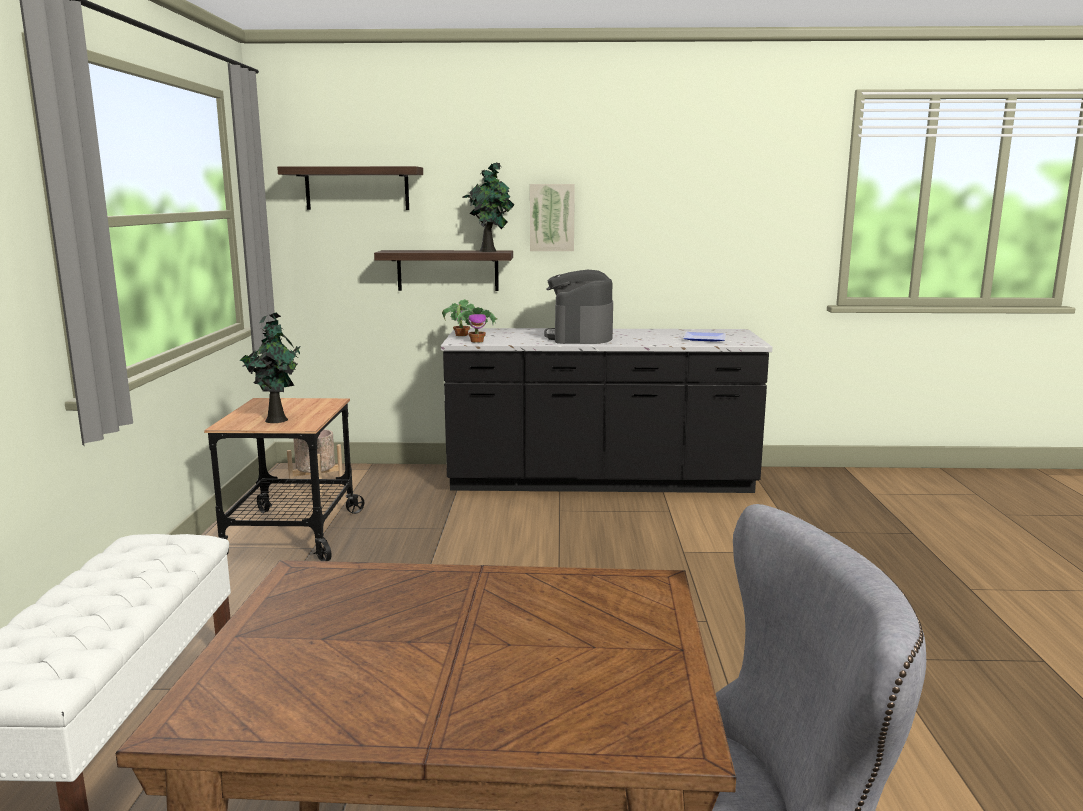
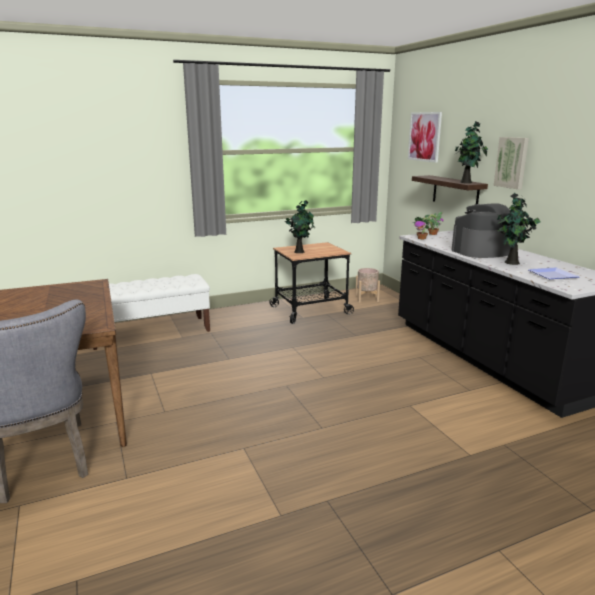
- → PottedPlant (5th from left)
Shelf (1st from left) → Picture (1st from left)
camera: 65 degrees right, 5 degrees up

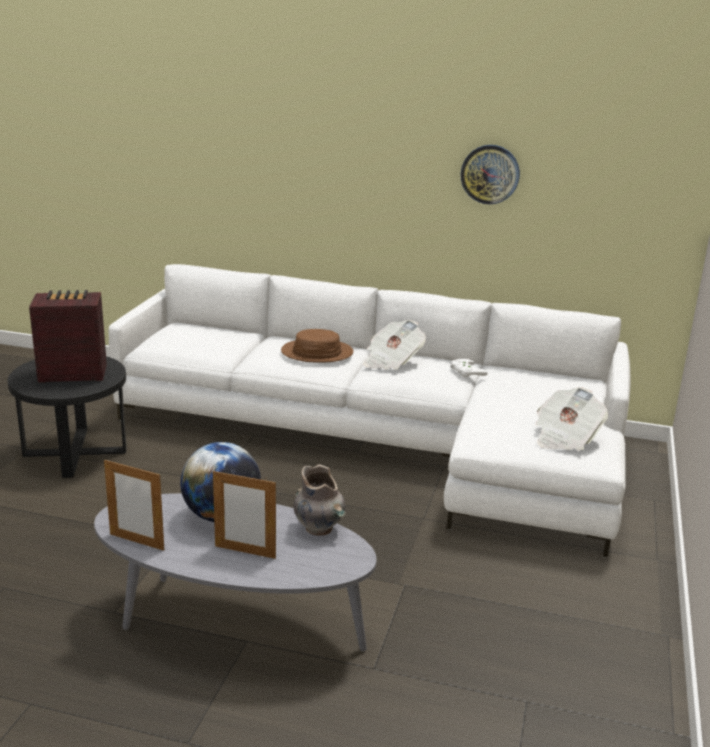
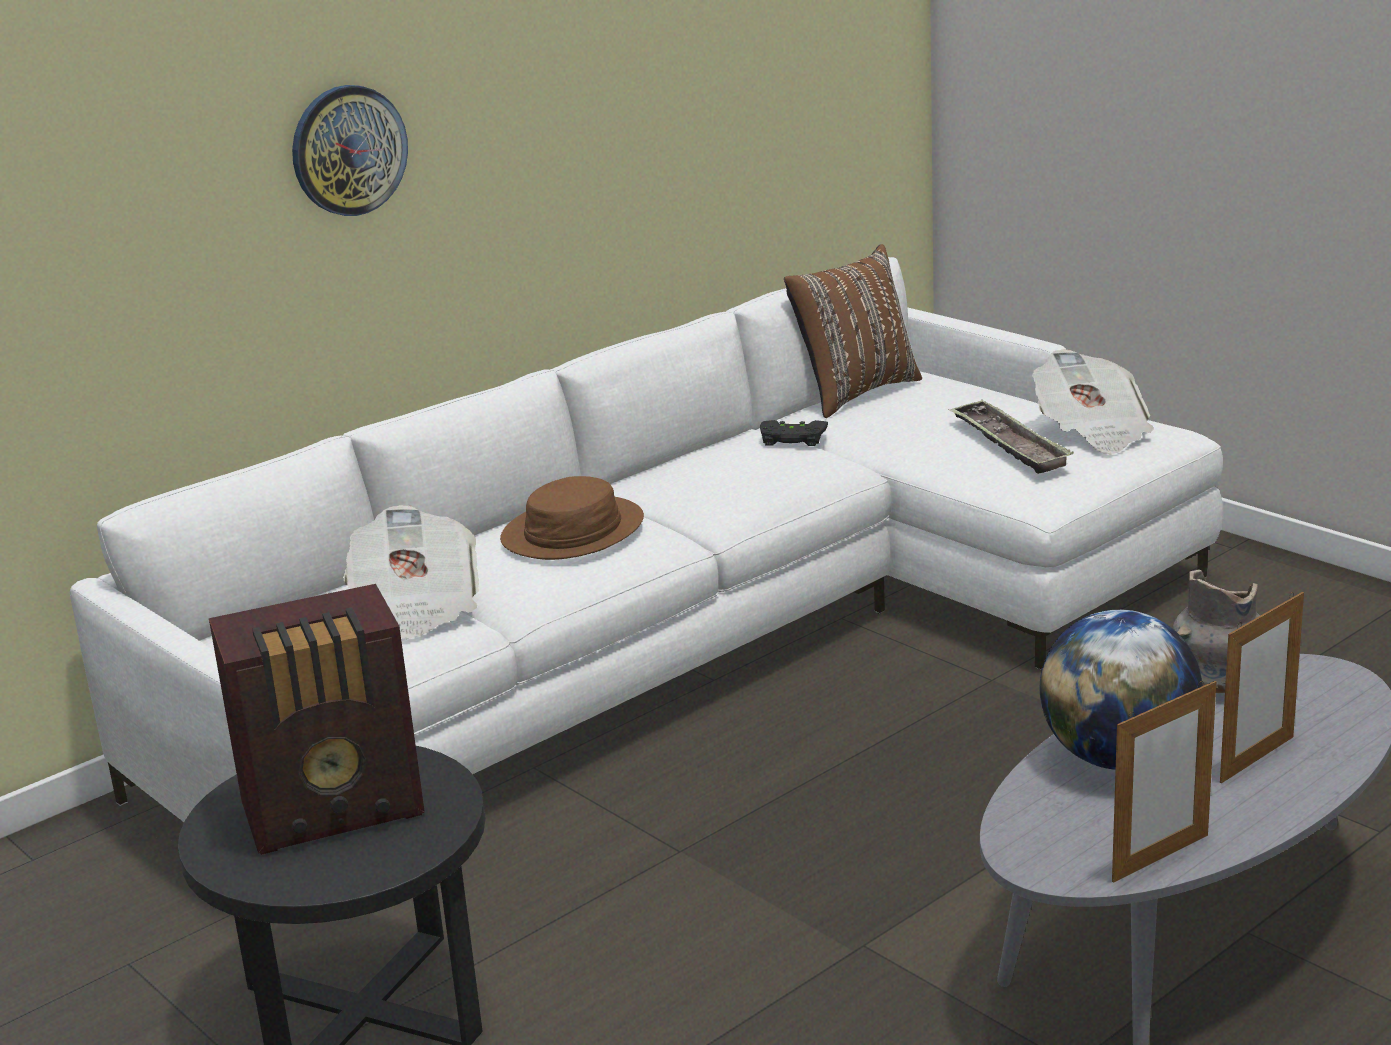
- → BrownPillow
- → Tray
Newspaper (1st from left), moved
WallClock, moved
WhiteGameController → BlackGameController
Radio, 135 degrees counterclockwise
camera: 55 degrees left, 0 degrees up

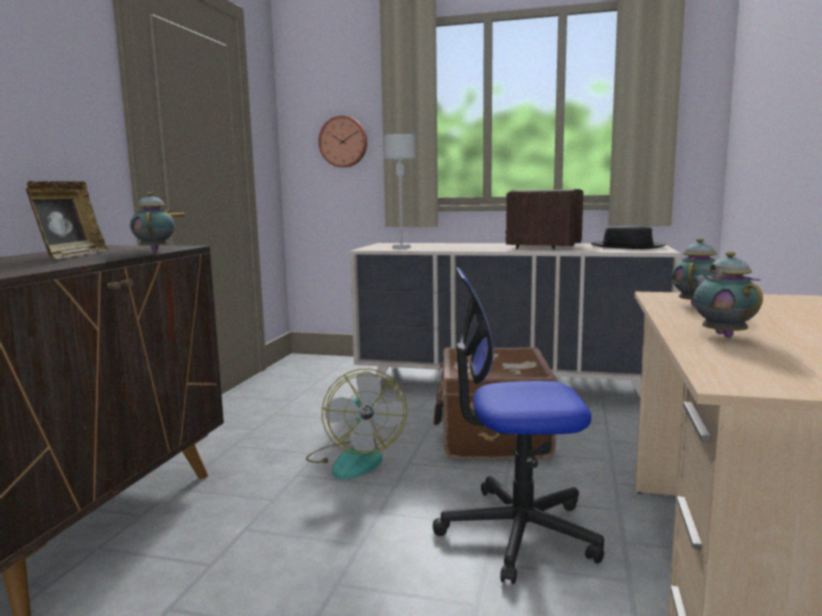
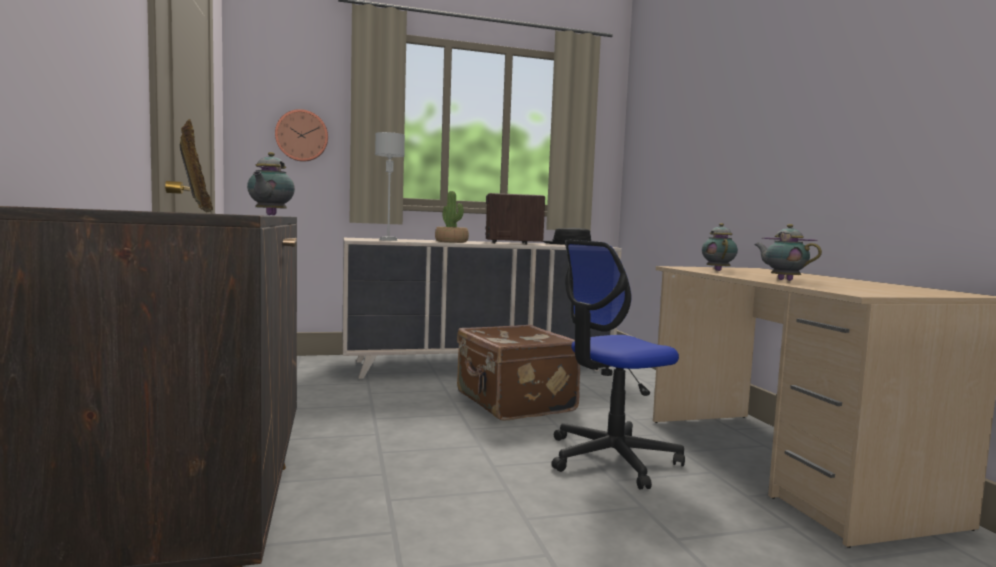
Fan → -
- → PottedPlant
Teapot (1st from left), 135 degrees counterclockwise
camera: 30 degrees left, 5 degrees down

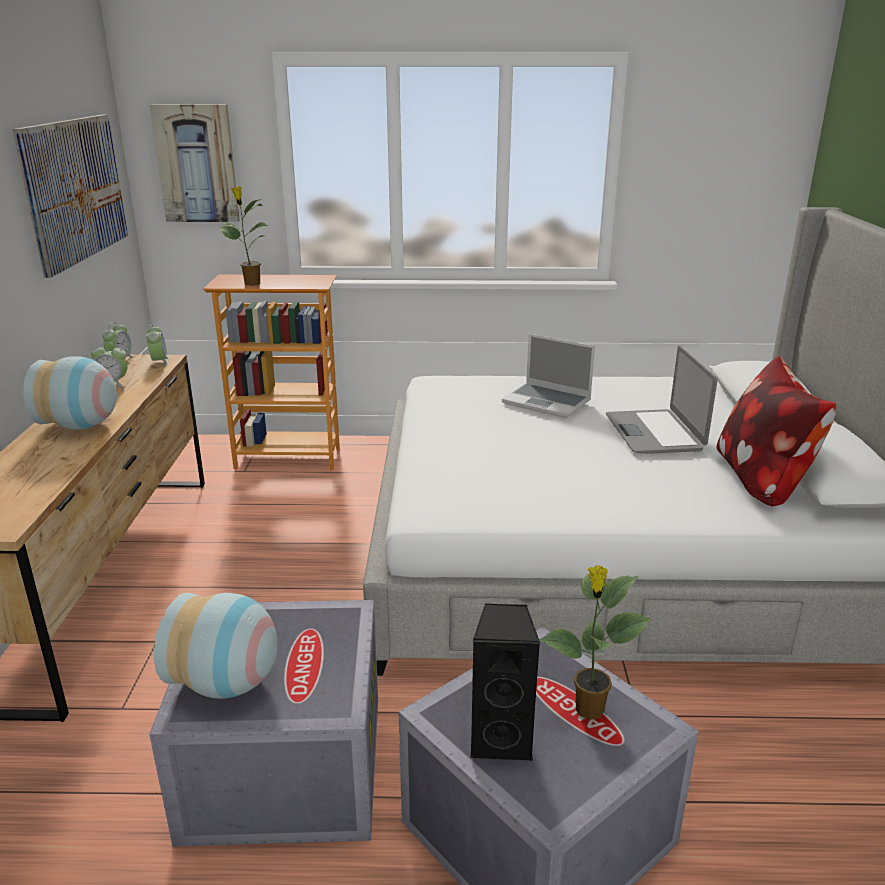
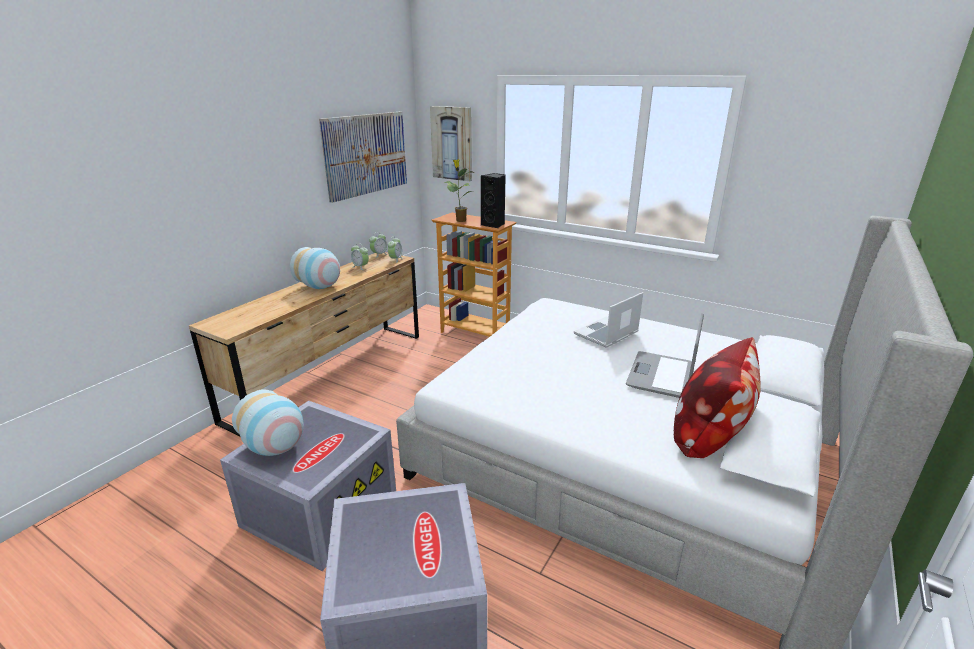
PottedPlant (2nd from left) → -
BlackSpeaker, moved
Laptop (1st from left), 75 degrees clockwise
camera: 30 degrees right, 0 degrees up

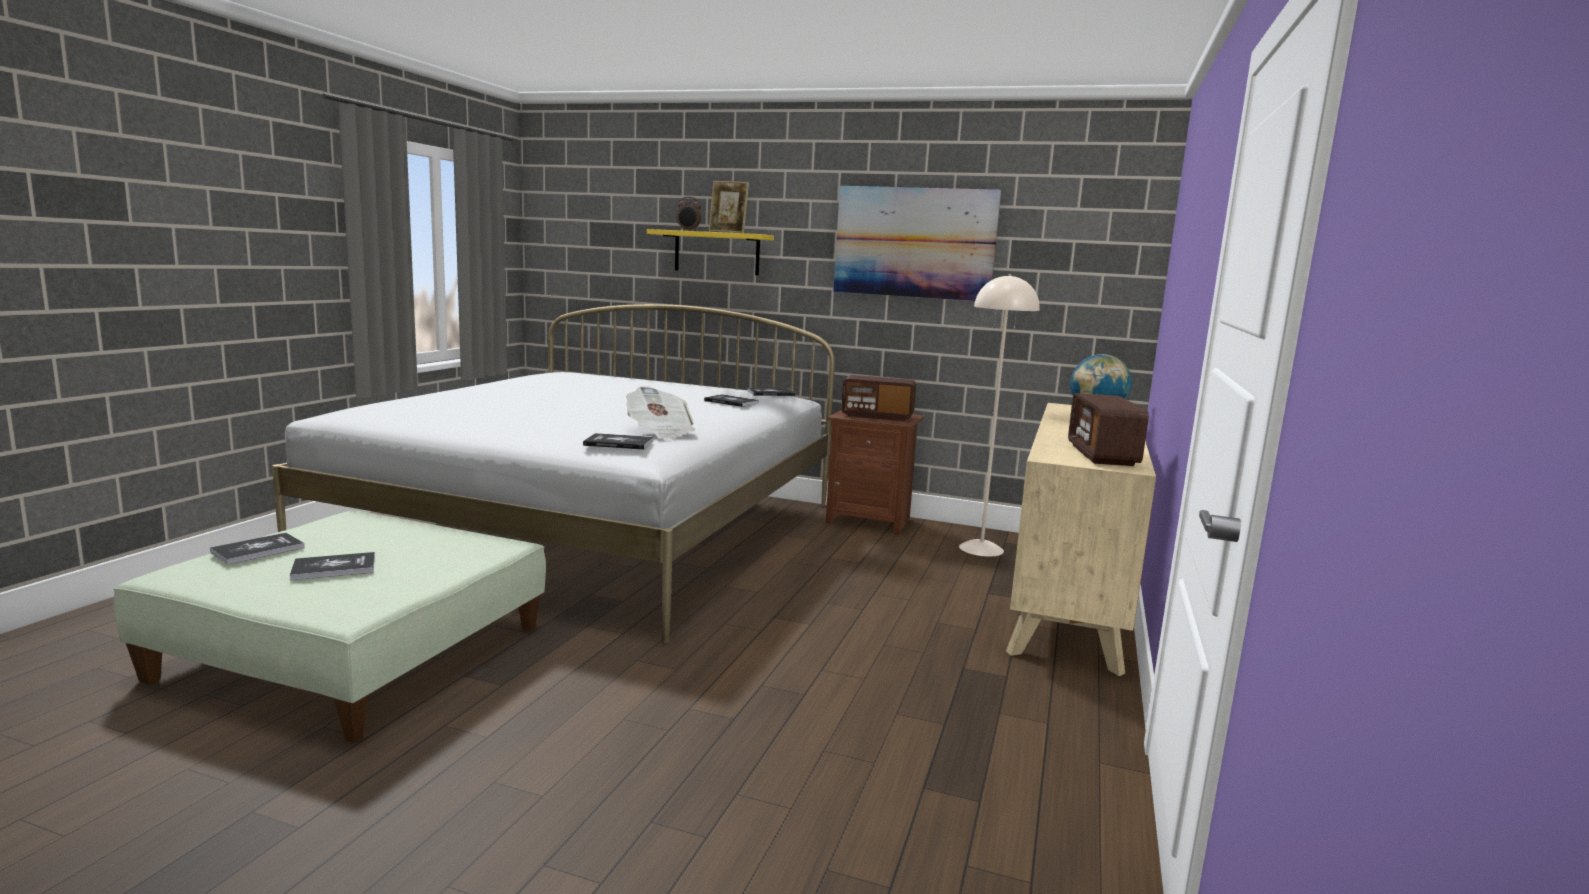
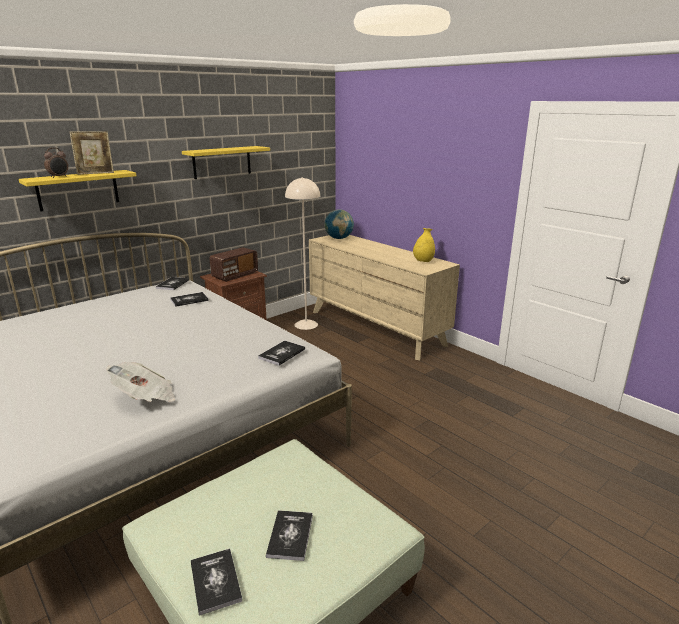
Newspaper, moved
Picture → YellowShelf (2nd from left)
Radio (2nd from left) → YellowVase
camera: 60 degrees left, 10 degrees up

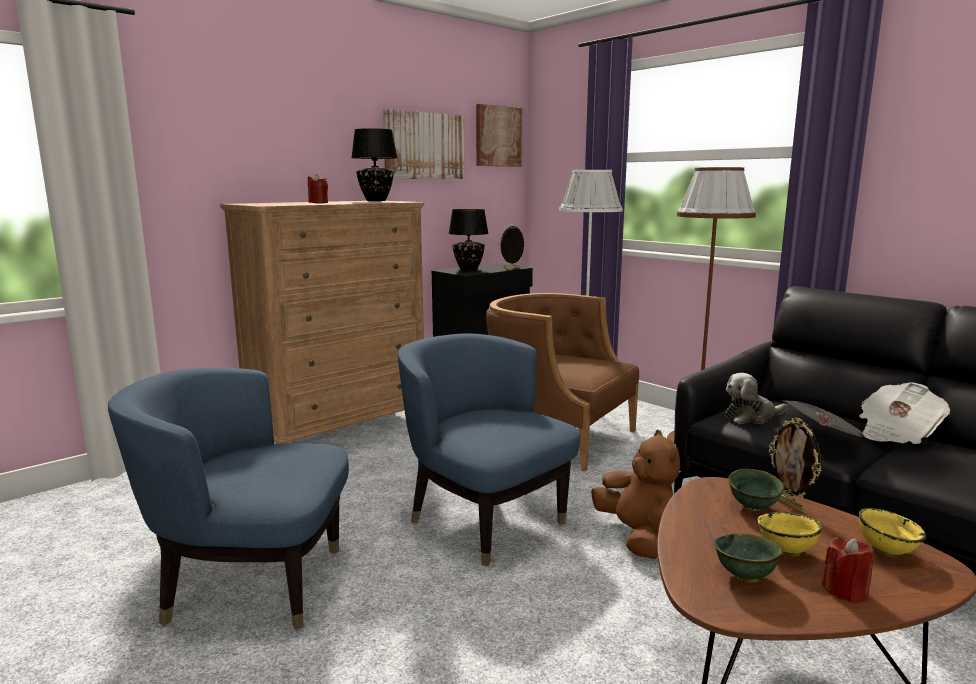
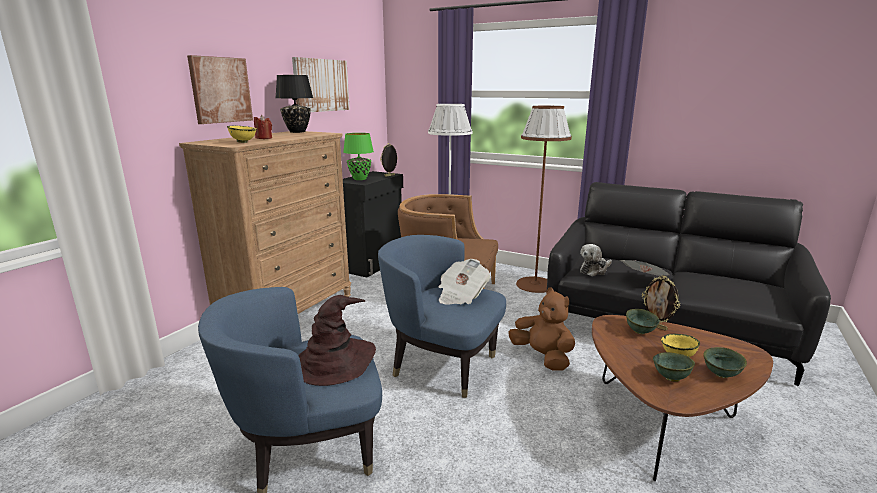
- → BrownHat
Picture (2nd from left in the first image) → Picture (1st from left), moved
Newspaper (2nd from left in the first image) → Newspaper (1st from left), moved
YellowBowl (2nd from left in the first image) → YellowBowl (1st from left), moved
RedCandle (2nd from left) → GreenBowl (3rd from left)
BlackTableLamp (2nd from left) → GreenTableLamp
camera: 20 degrees left, 5 degrees up

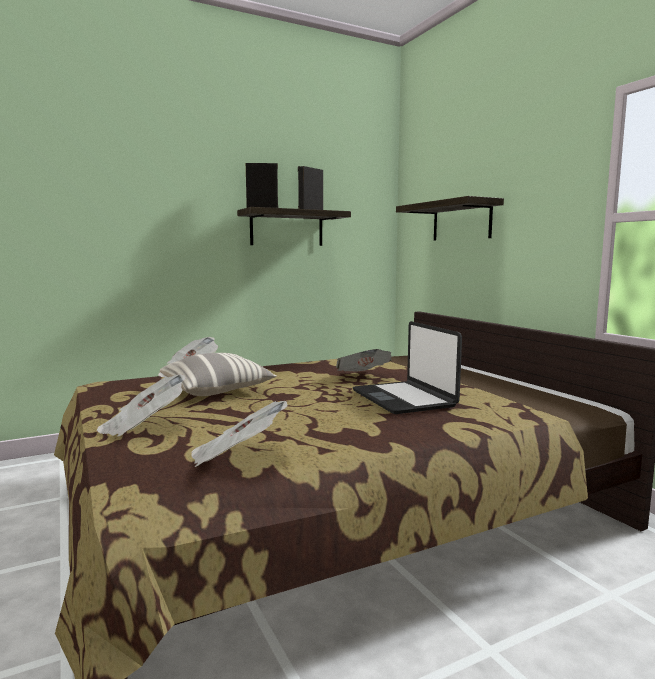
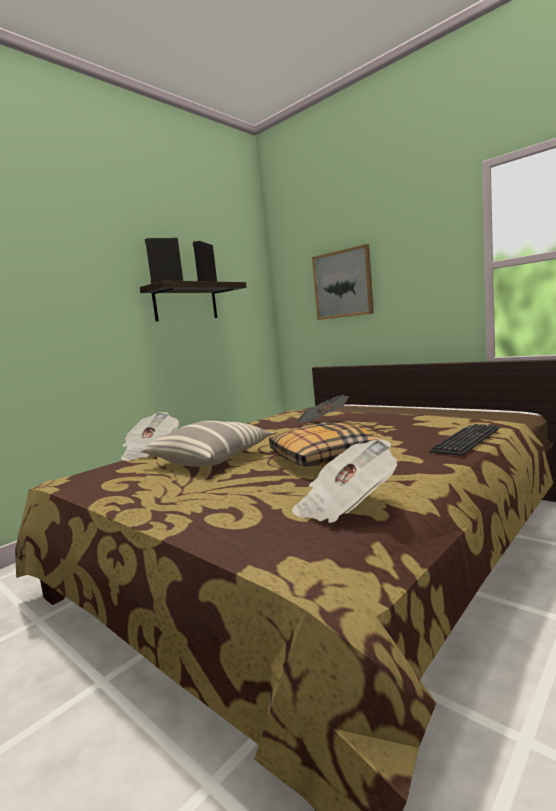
Newspaper (1st from left) → -
Laptop → -
- → Pillow (2nd from left)
- → Keyboard
Shelf (2nd from left) → Picture
camera: 20 degrees left, 0 degrees up

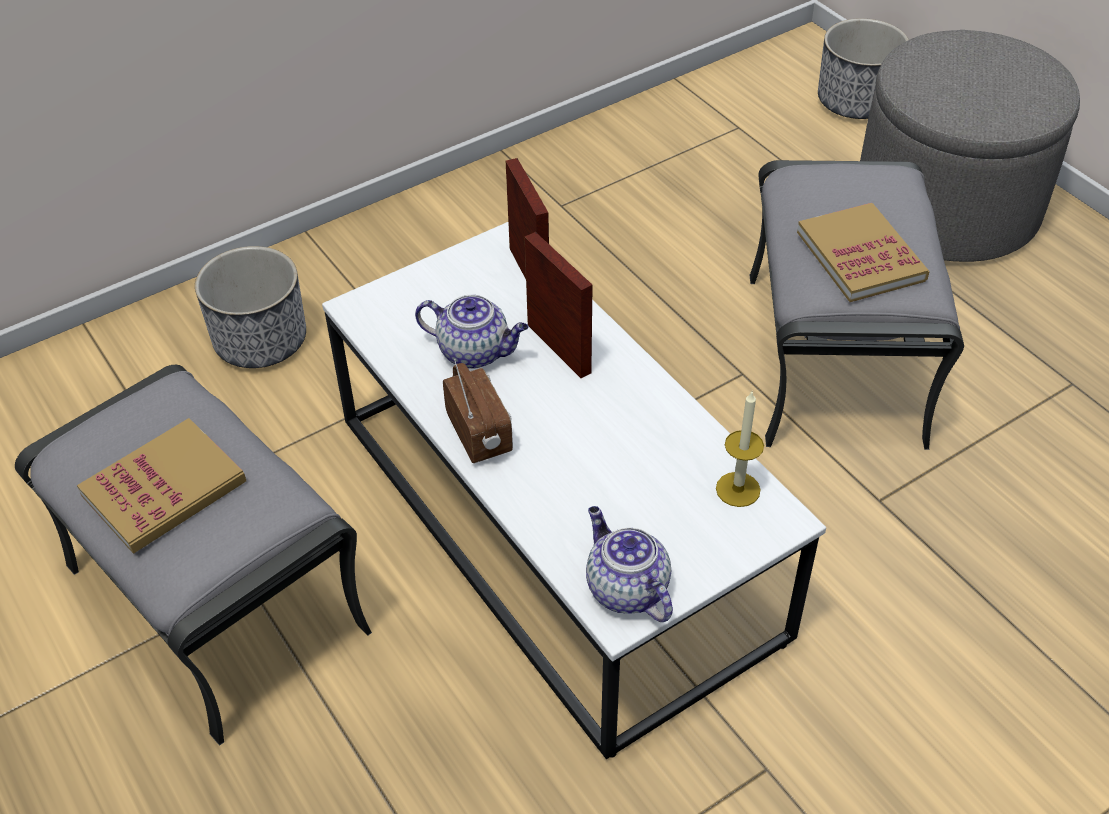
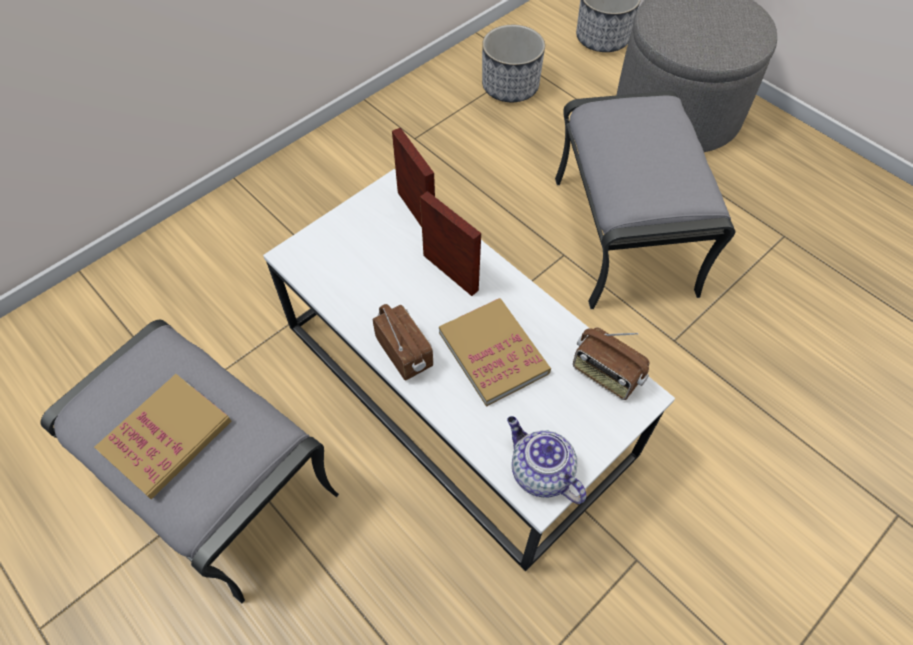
Teapot (1st from left) → -
Planter (1st from left), moved
Book (2nd from left), moved
Candle → Radio (2nd from left)
camera: 10 degrees left, 10 degrees up

